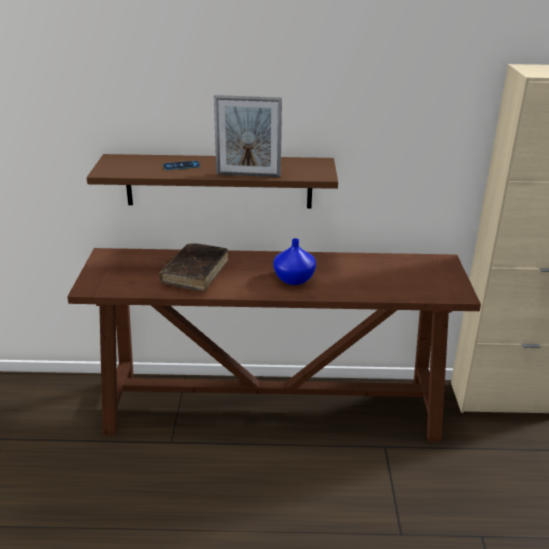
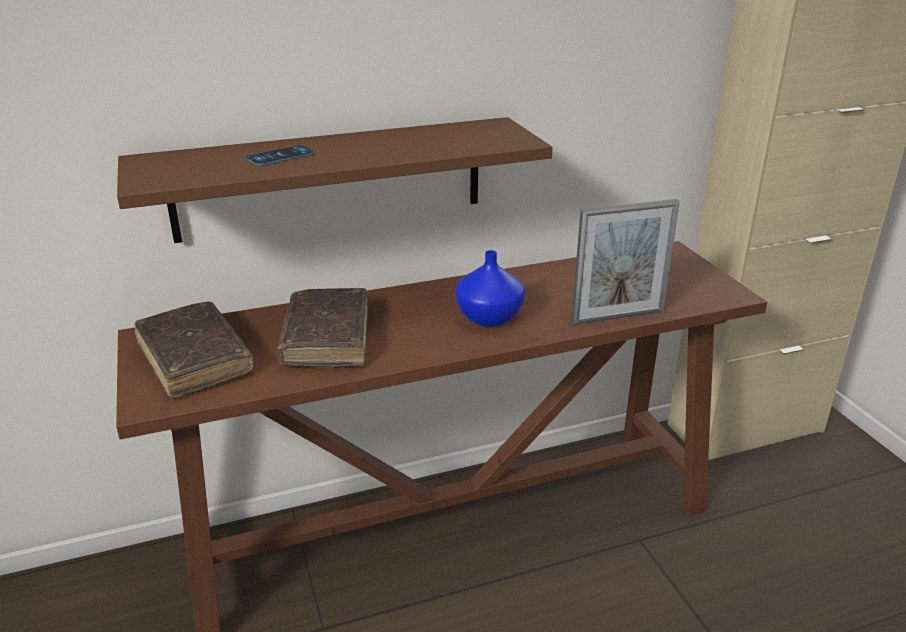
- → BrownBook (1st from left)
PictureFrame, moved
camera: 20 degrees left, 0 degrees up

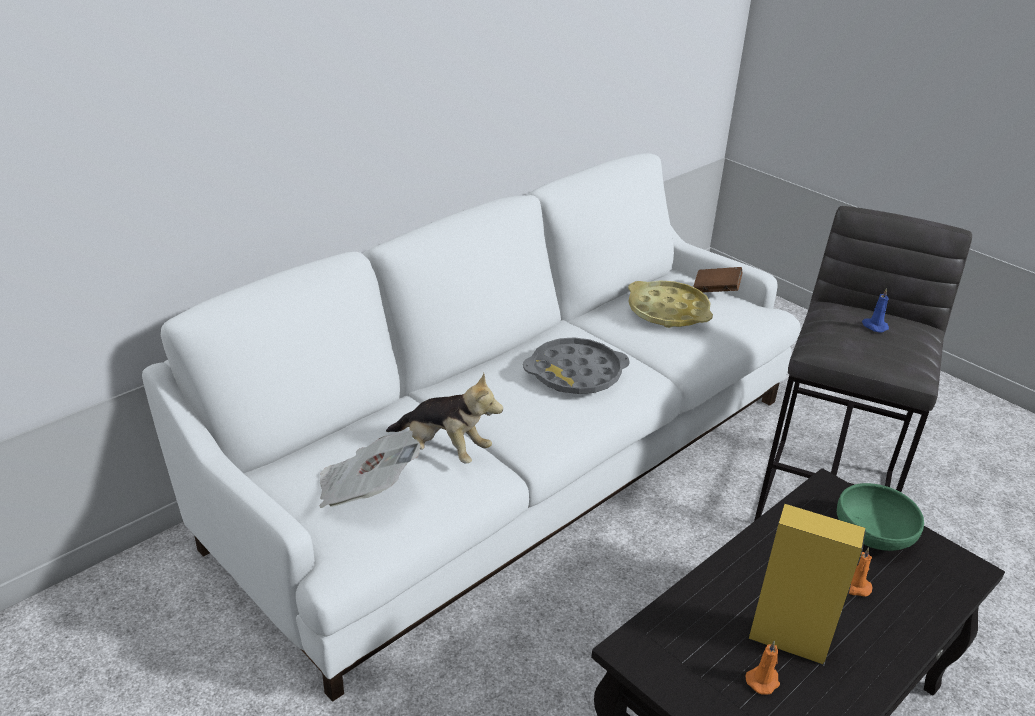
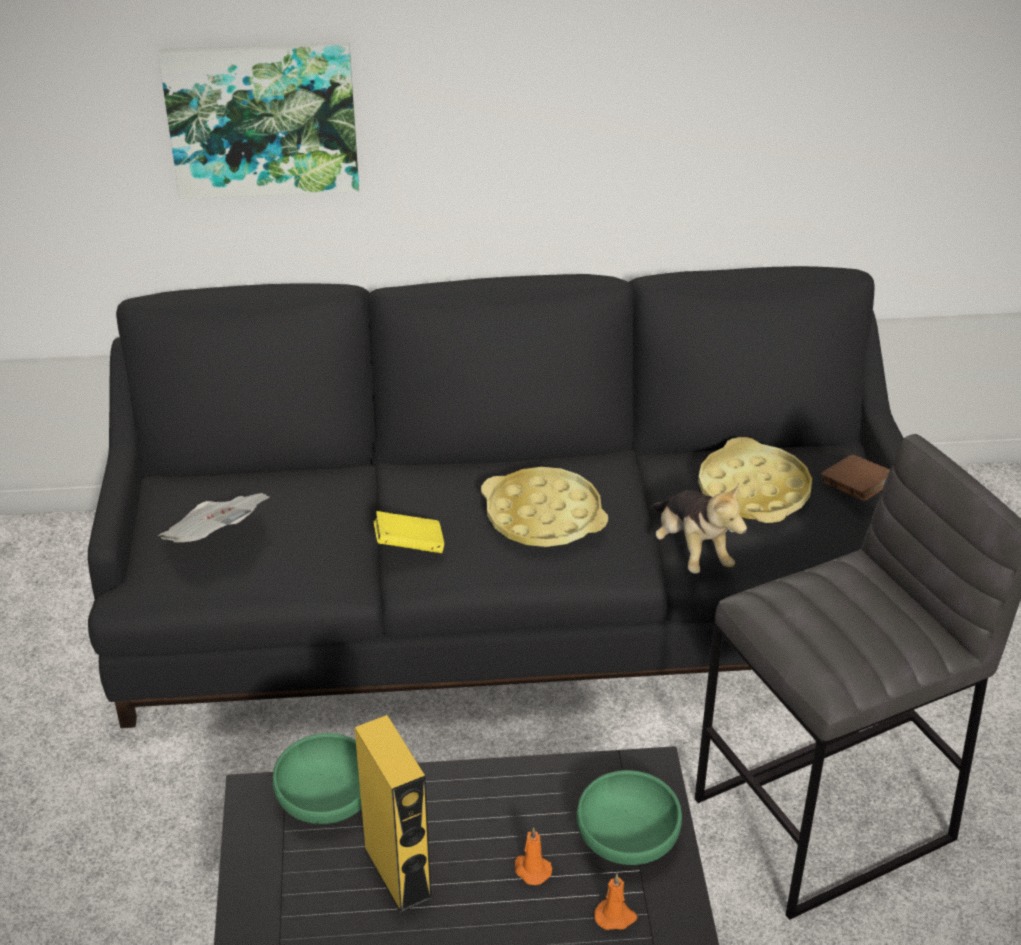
BlueCandle → -
- → Picture
- → GreenBowl (1st from left)
- → YellowBook
PlushToy, moved
OrangeCandle (1st from left in the first image) → OrangeCandle (2nd from left), moved
WhiteSofa → BlackSofa
GreyTray → YellowTray (1st from left)
camera: 40 degrees right, 5 degrees up

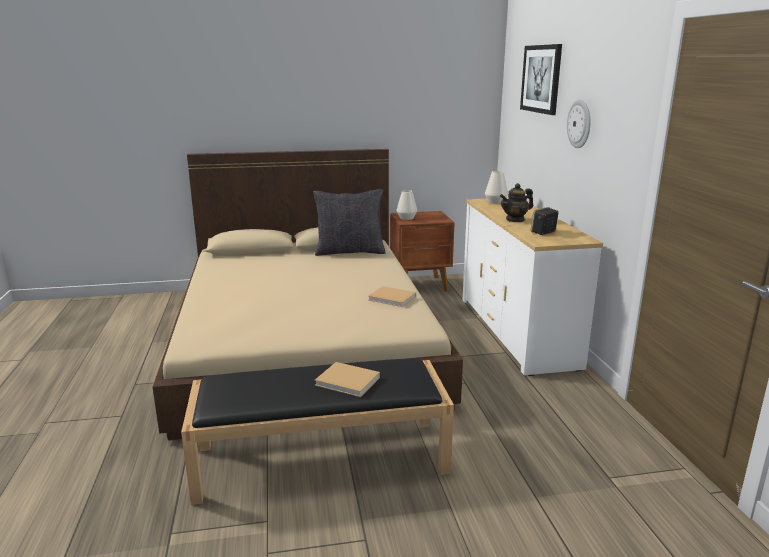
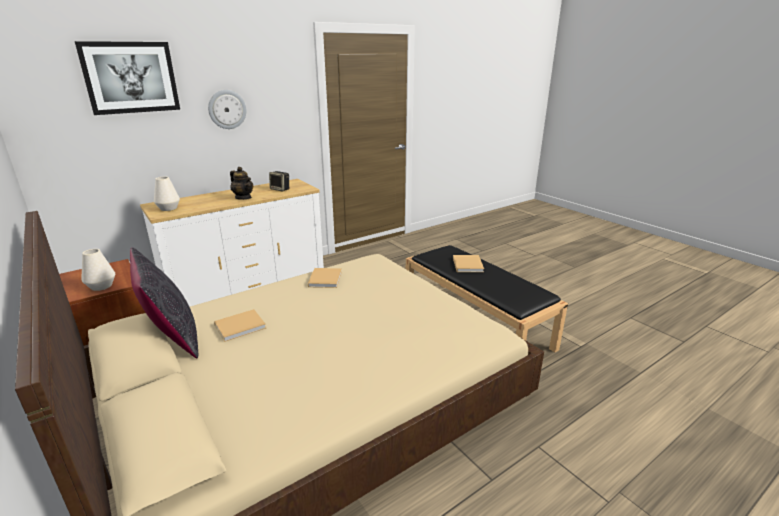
- → BeigeBook (1st from left)
camera: 115 degrees left, 5 degrees up

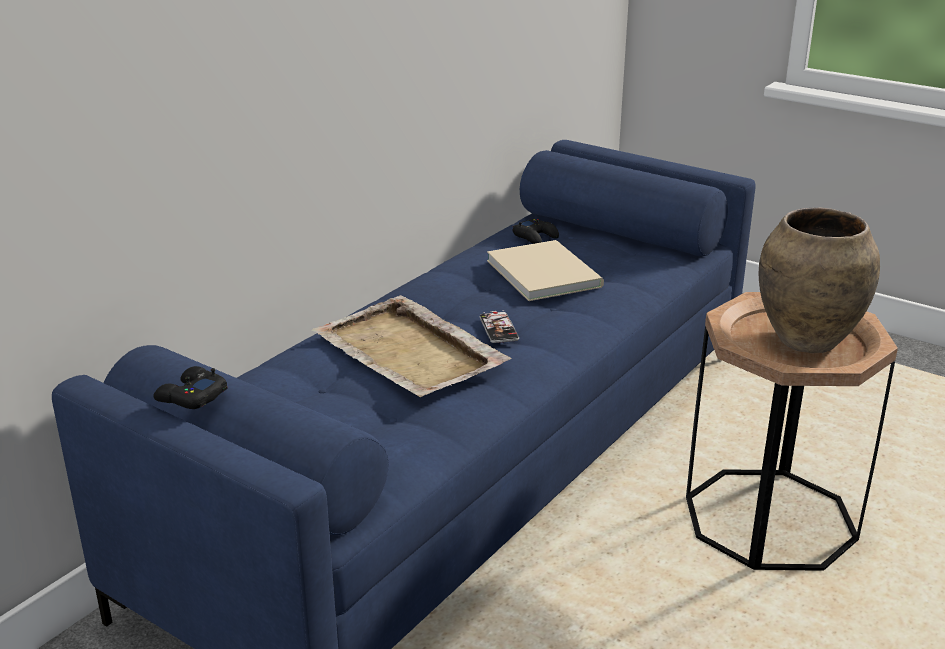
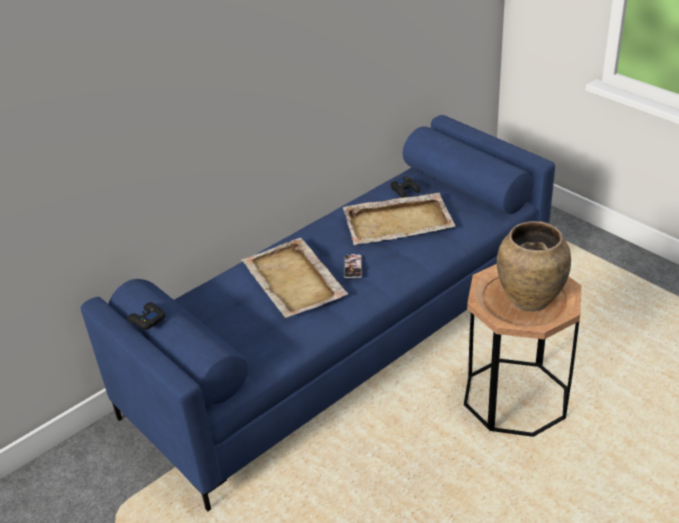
BeigeBook → BeigeTray (2nd from left)
camera: 15 degrees right, 10 degrees up

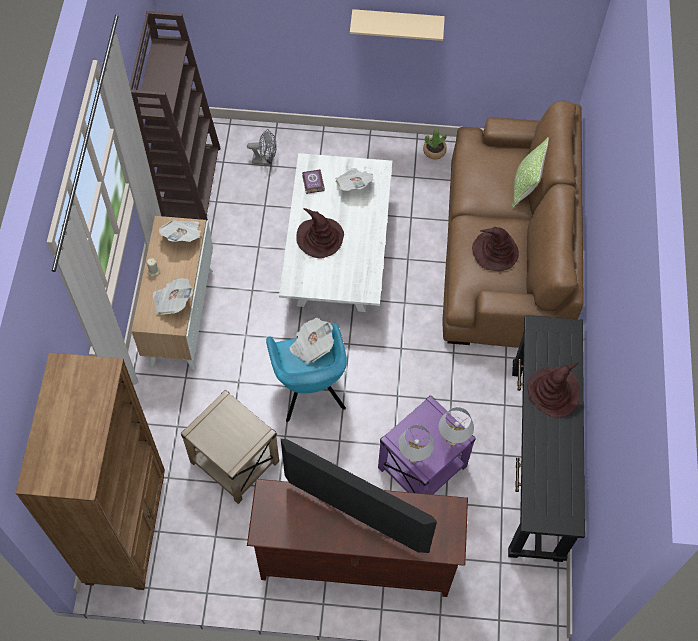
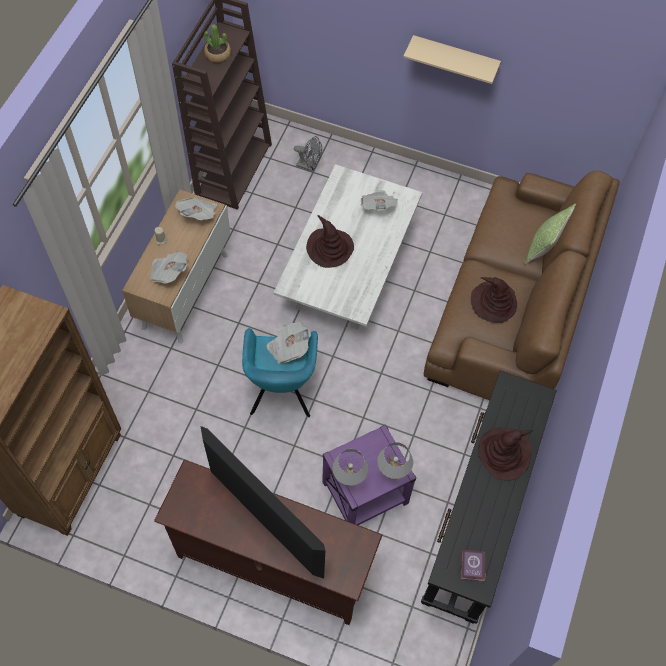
BeigeSideTable → -
Book, moved
PottedPlant, moved
camera: 15 degrees right, 0 degrees up

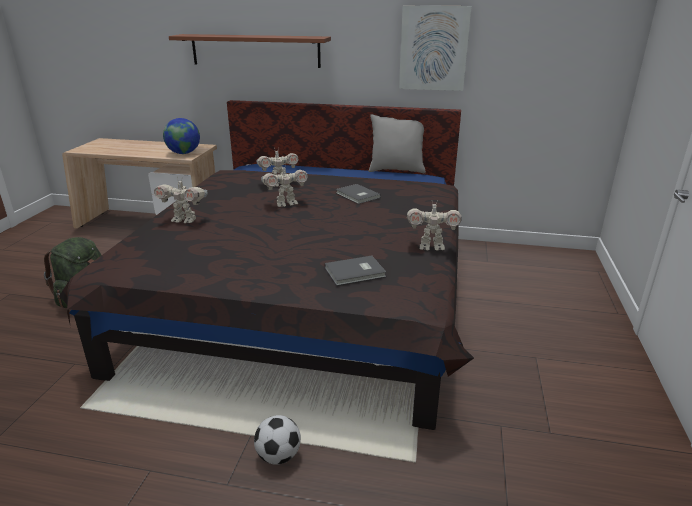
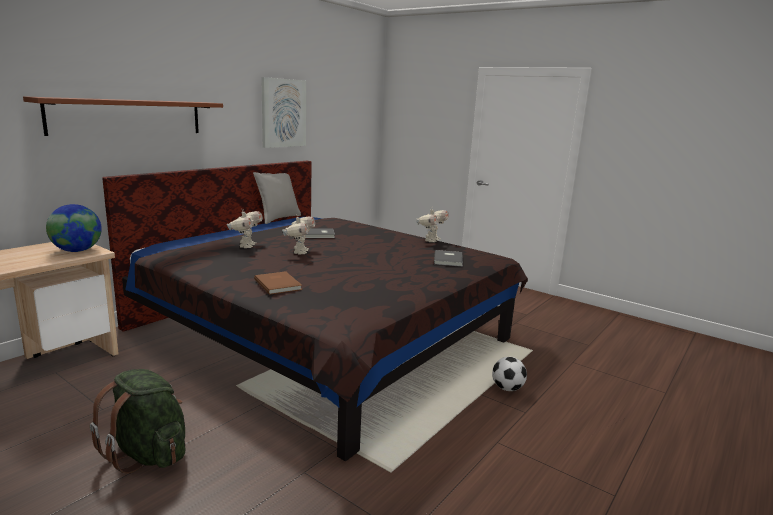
ToyRobot (1st from left) → BrownBook
camera: 65 degrees left, 10 degrees down

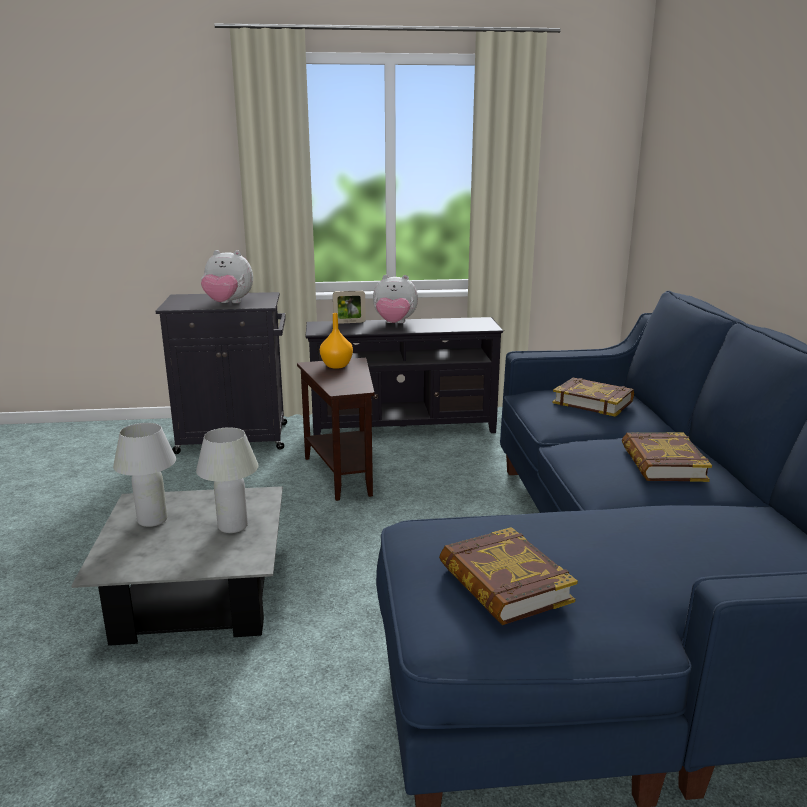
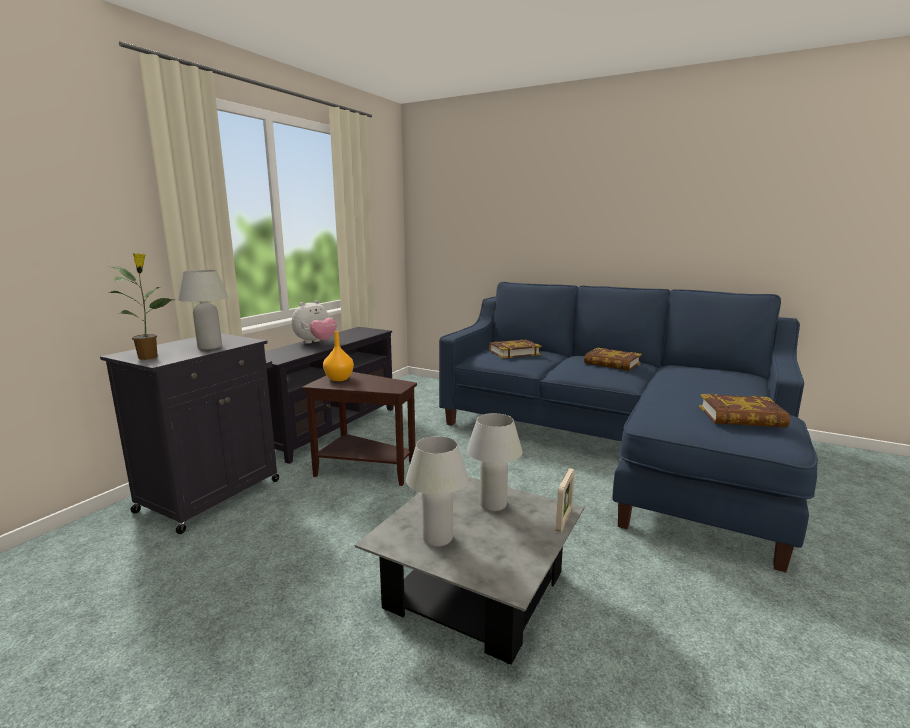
- → PottedPlant
PictureFrame, moved
PlushToy (1st from left) → WhiteTableLamp (1st from left)
camera: 55 degrees left, 5 degrees down

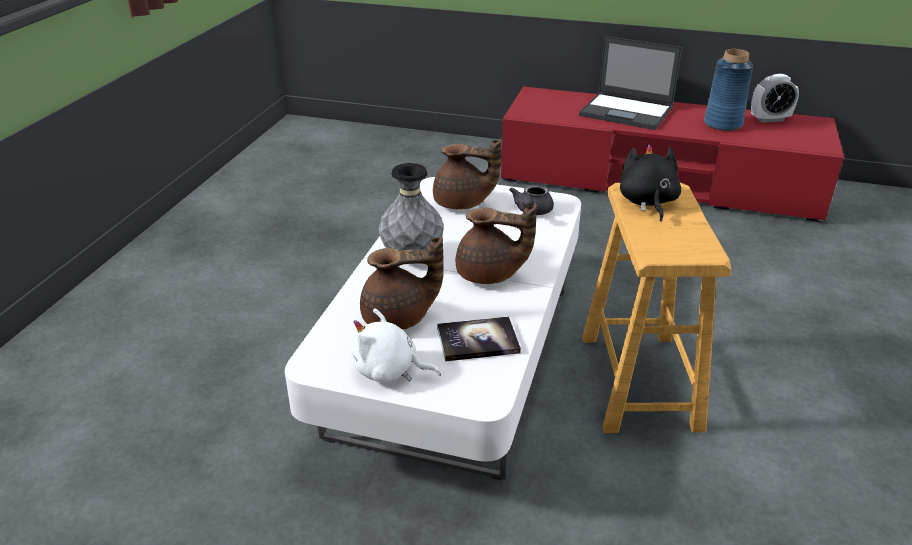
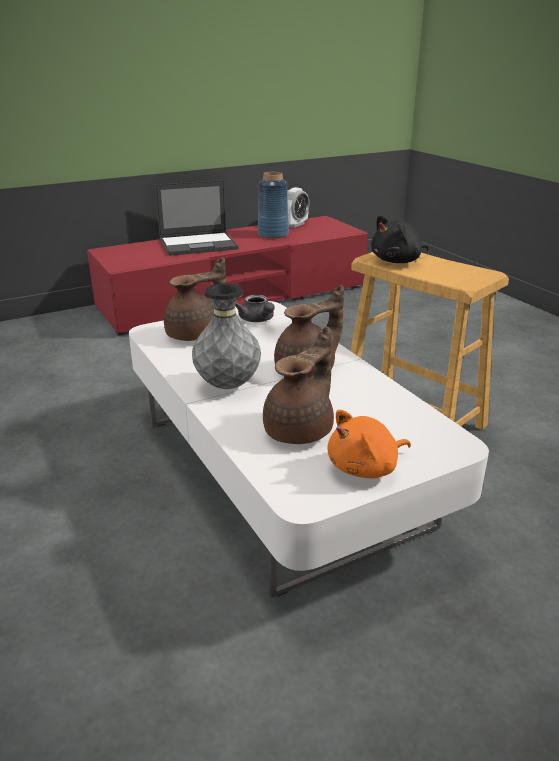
Book → -
WhitePlushToy → OrangePlushToy
BlackPlushToy, 75 degrees counterclockwise
camera: 45 degrees left, 5 degrees down

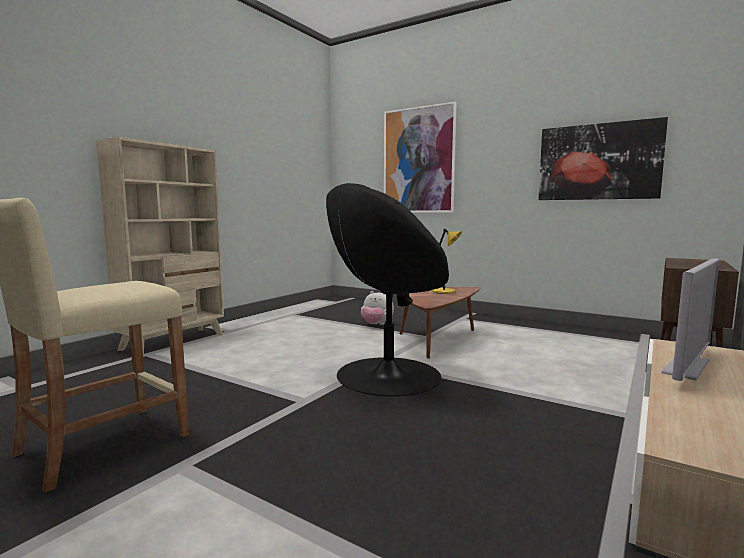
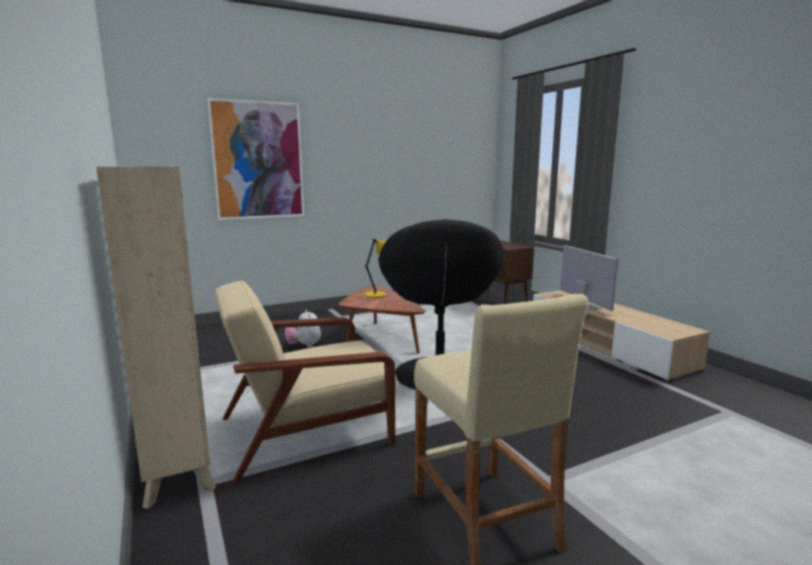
Picture (2nd from left) → -
- → BeigeArmchair
PlushToy, 105 degrees clockwise
camera: 60 degrees left, 5 degrees up

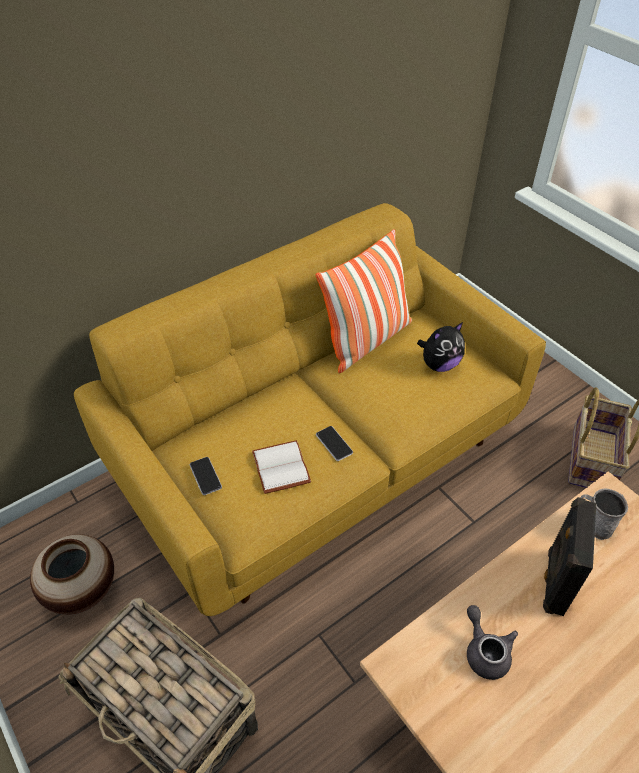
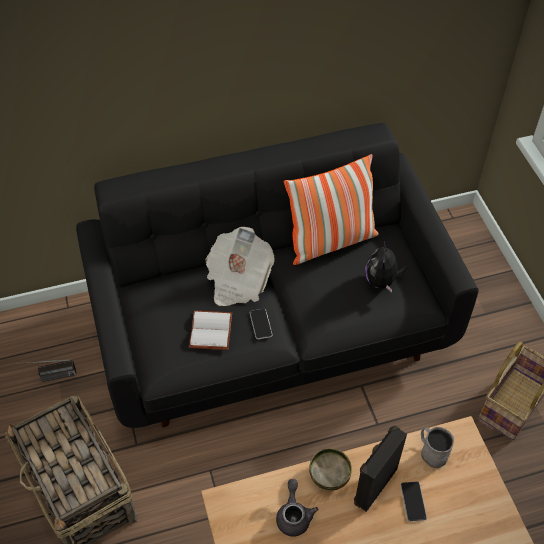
- → Newspaper
- → Bowl
Phone (1st from left in the first image) → Phone (2nd from left), moved
Vase → Radio
YellowSofa → BlackSofa
PlushToy, 105 degrees clockwise
camera: 20 degrees right, 5 degrees up

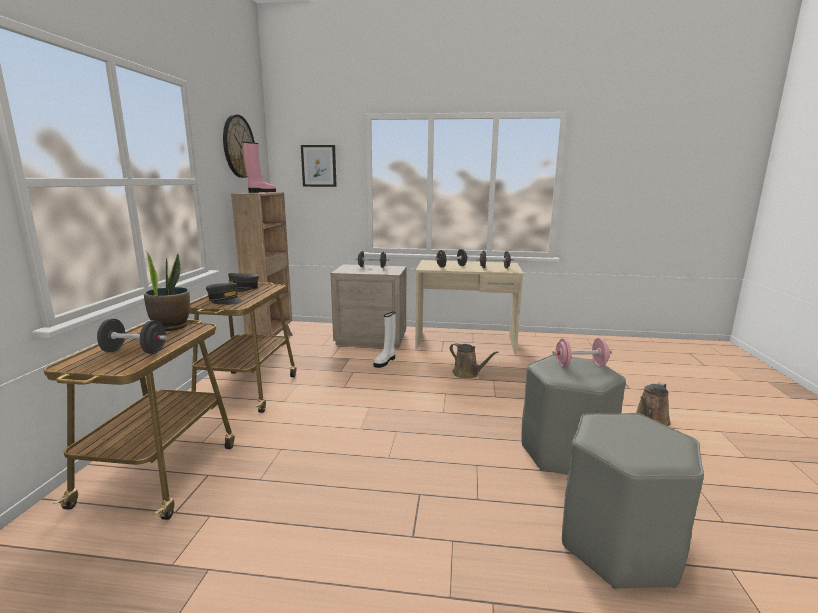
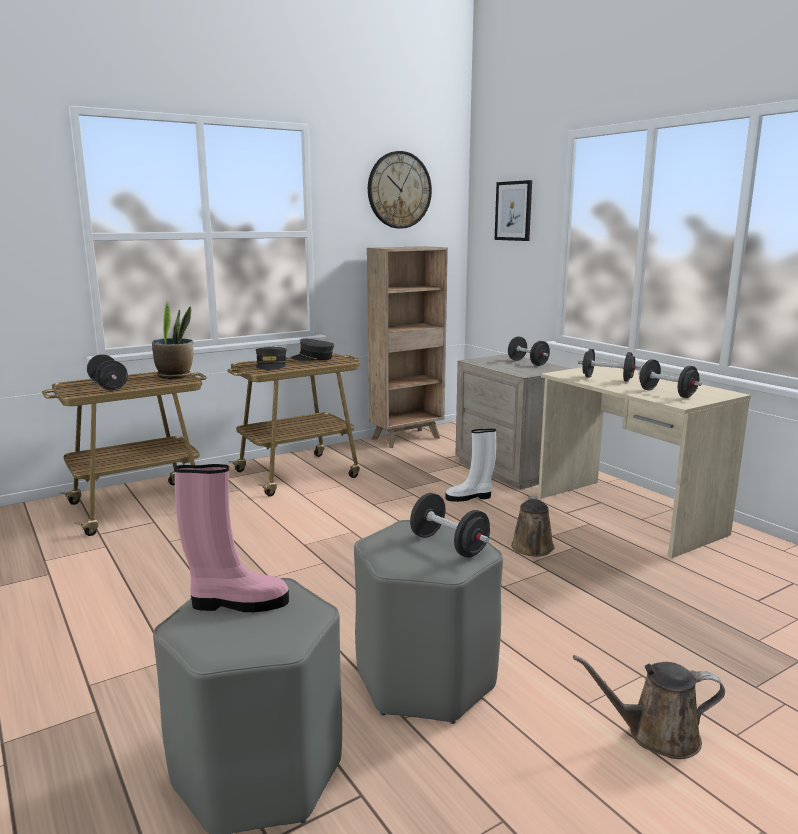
PinkBoot, moved
PinkDumbbell → BlackDumbbell (2nd from left)
camera: 50 degrees right, 0 degrees up

